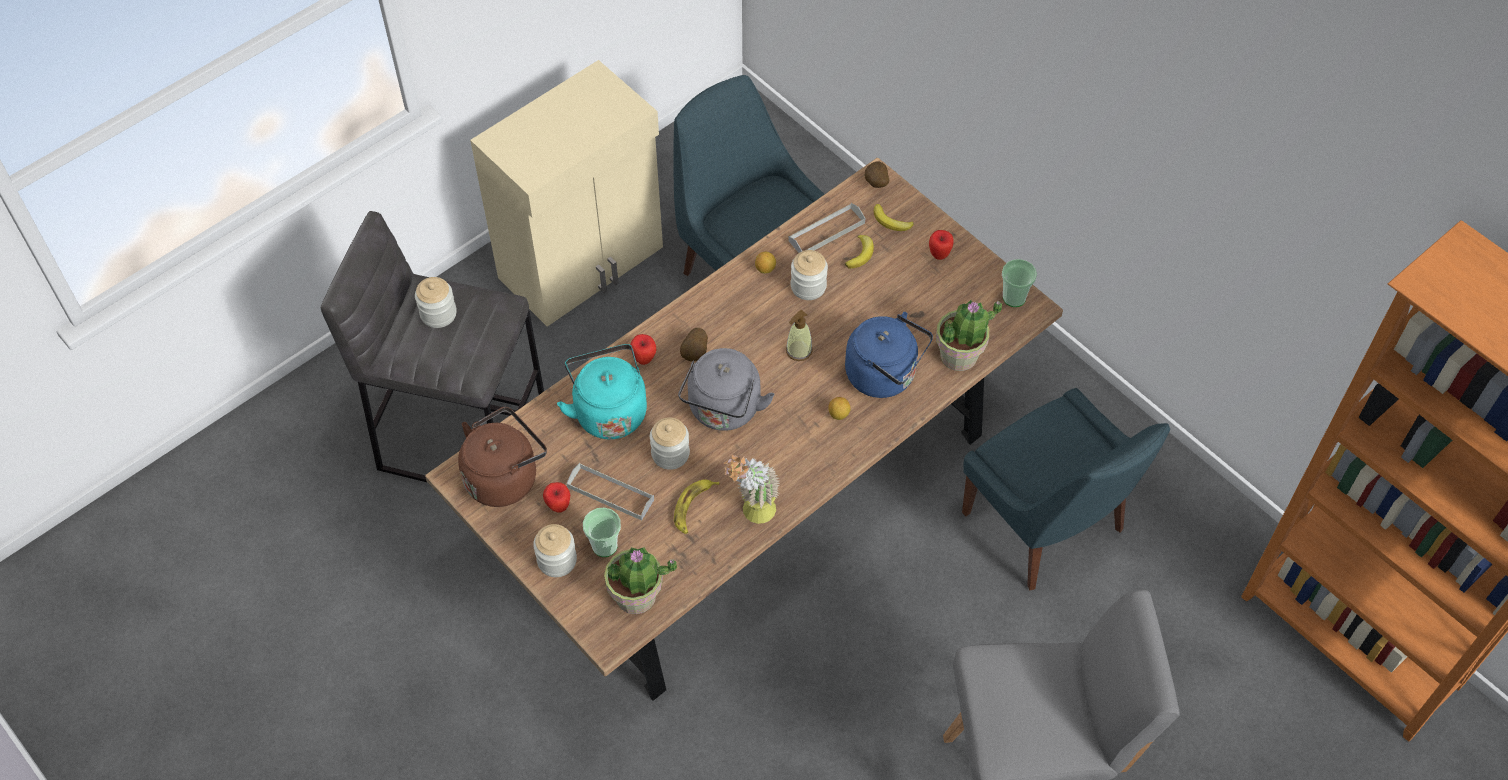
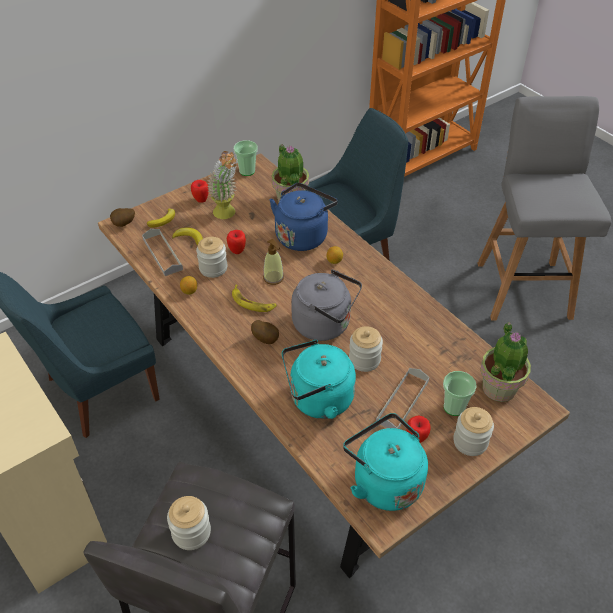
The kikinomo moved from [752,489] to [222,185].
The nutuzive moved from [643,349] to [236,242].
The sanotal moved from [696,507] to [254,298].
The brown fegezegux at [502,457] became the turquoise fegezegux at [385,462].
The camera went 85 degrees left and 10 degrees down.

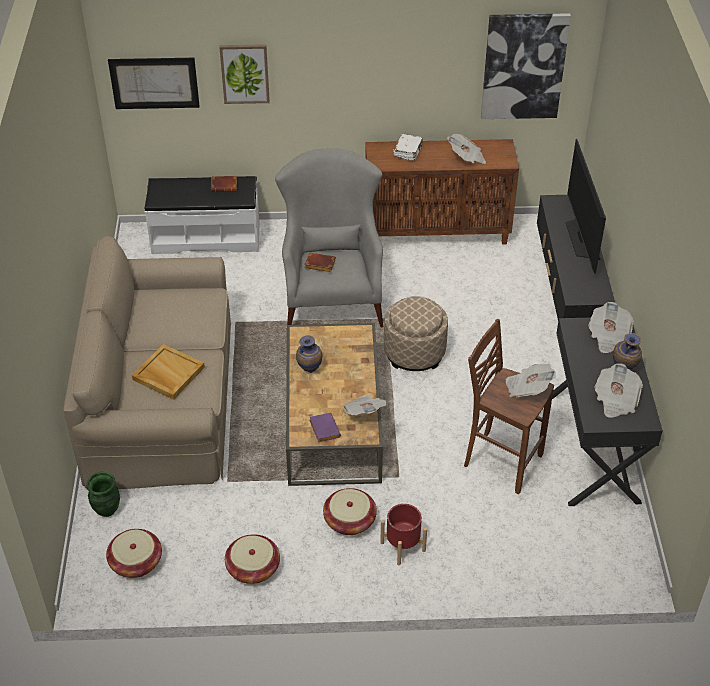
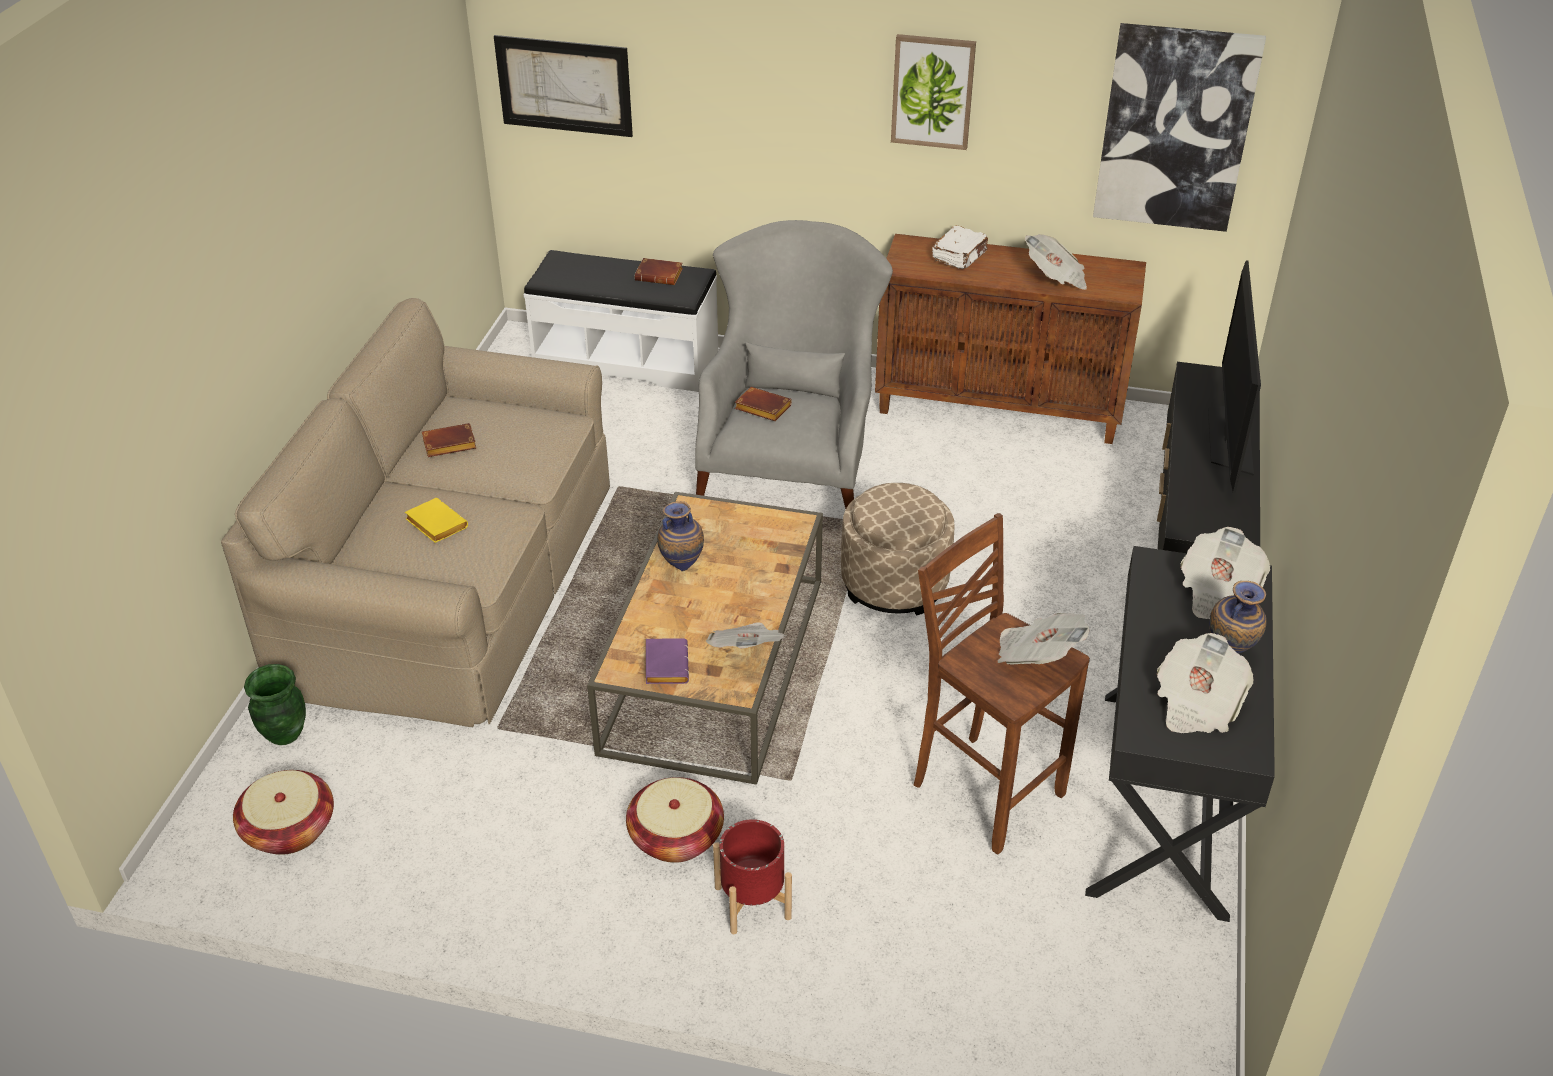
The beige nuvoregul at [168,372] was replaced by the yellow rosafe at [436,520].
The brown rosafe at [449,440] appeared.
The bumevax moved from [244,74] to [933,92].
The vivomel at [252,559] disappeared.
The camera went 15 degrees right and 5 degrees down.

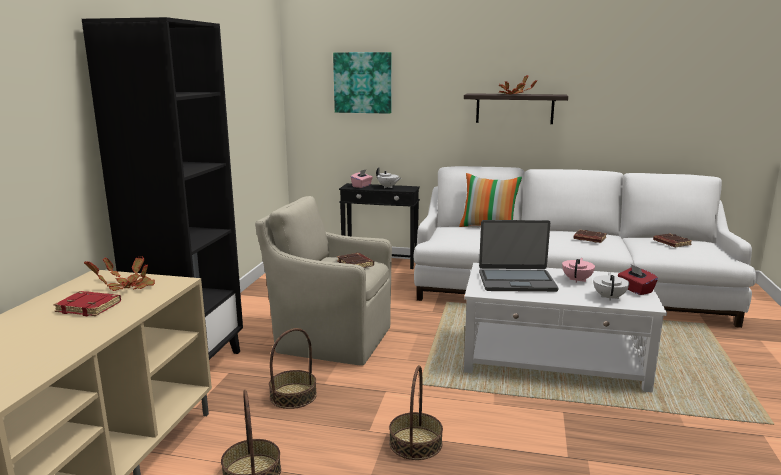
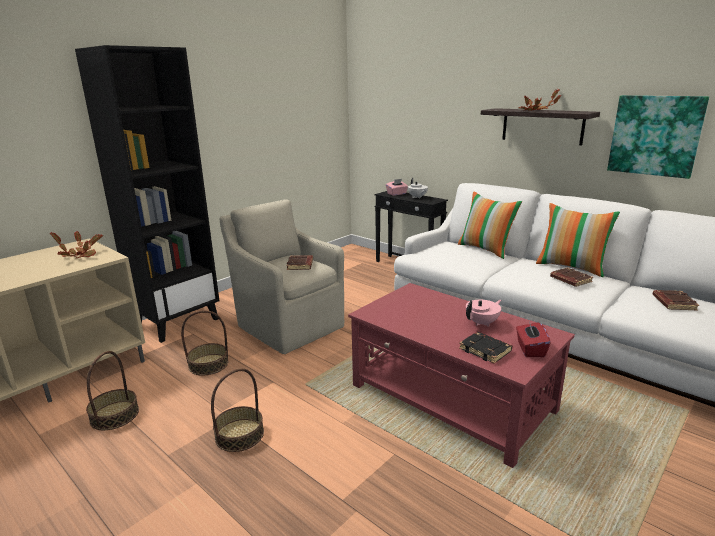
The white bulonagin at [565,328] became the red bulonagin at [461,375].
The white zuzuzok at [611,286] was replaced by the black rosafe at [485,348].
The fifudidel at [578,240] appeared.
The bumevax moved from [362,83] to [658,137].
The red rosafe at [87,303] disappeared.
The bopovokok at [519,256] disappeared.
The camera went 30 degrees right and 5 degrees up.

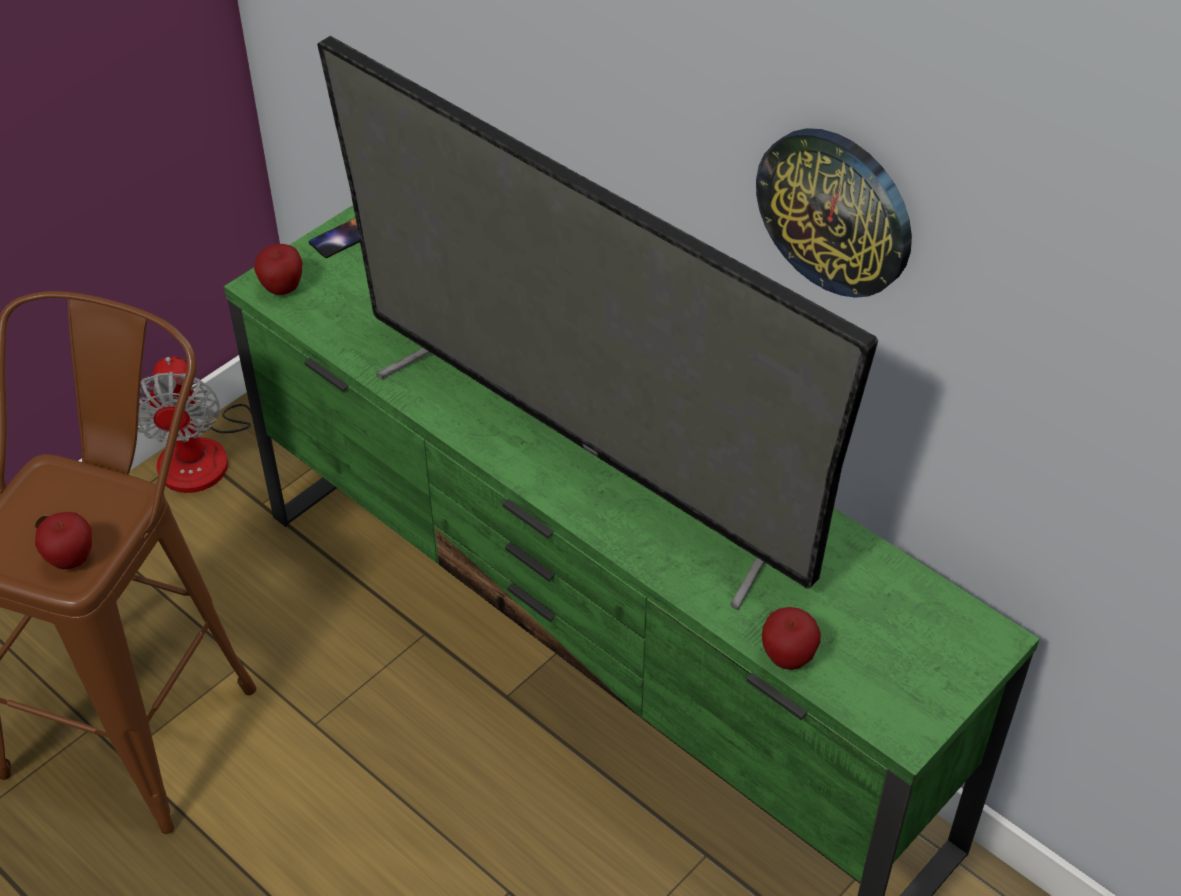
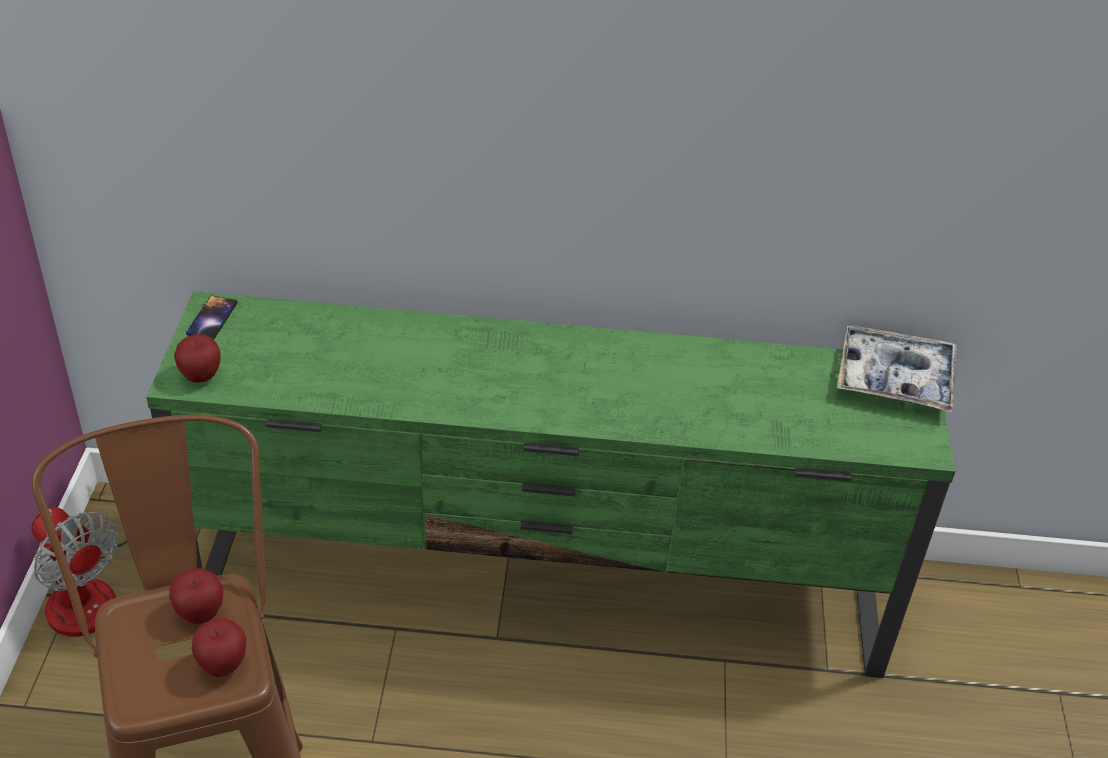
The nutuzive moved from [791,638] to [196,596].
The nuvoregul at [897,368] appeared.
The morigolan at [597,323] disappeared.
The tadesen at [834,213] disappeared.
The camera went 40 degrees left and 5 degrees down.

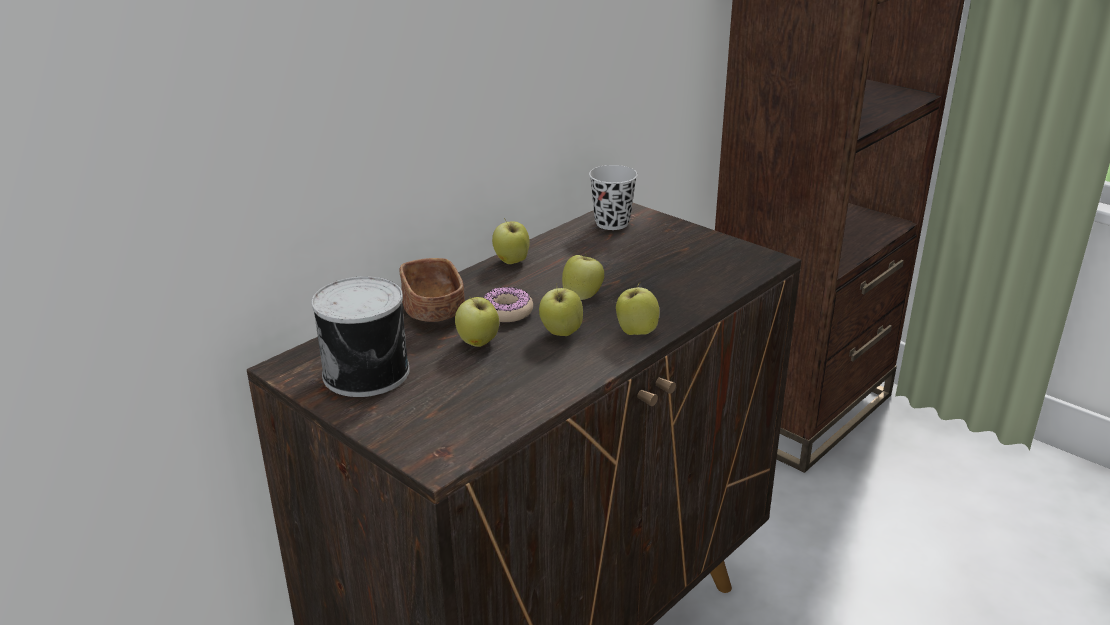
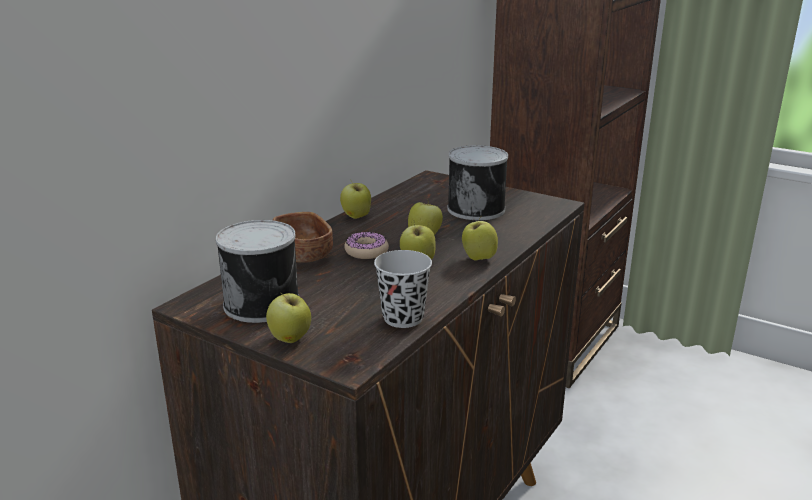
The nutuzive moved from [477,321] to [288,318].
The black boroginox moved from [613,197] to [403,289].
The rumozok at [477,182] appeared.
The camera went 10 degrees left and 5 degrees down.

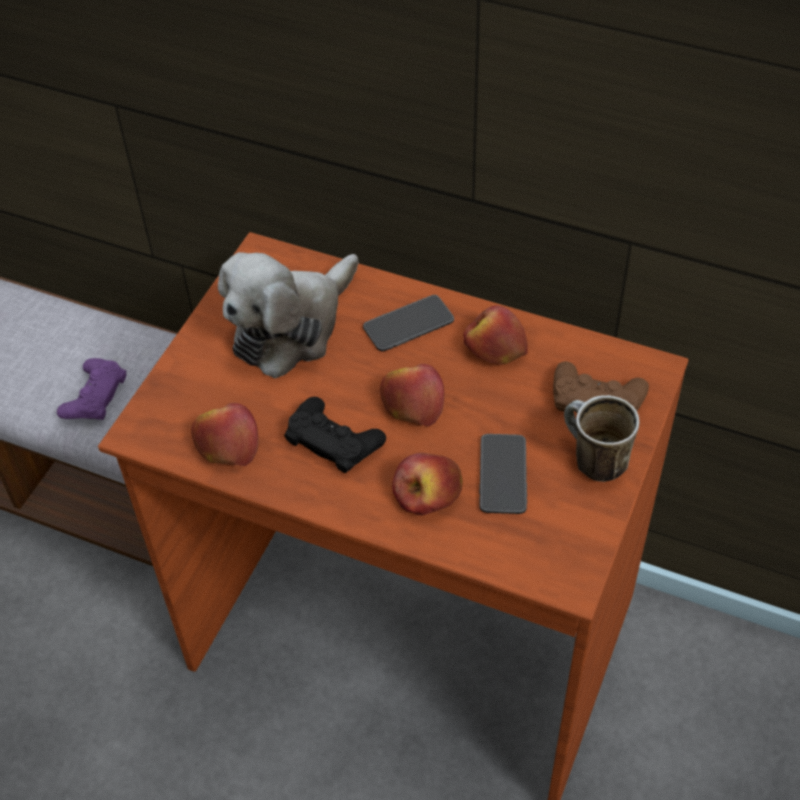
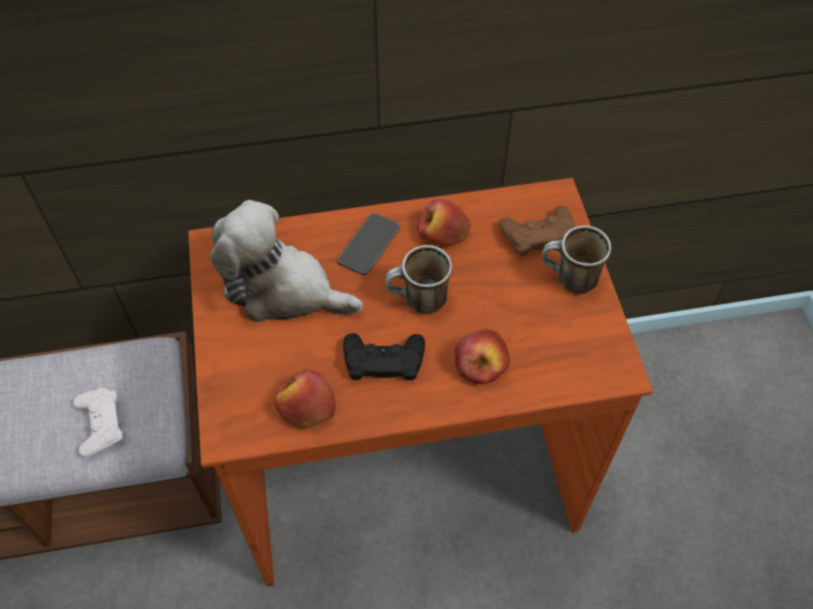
The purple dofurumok at [92,389] became the white dofurumok at [98,422].
The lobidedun at [288,315] turned 105 degrees clockwise.
The nutuzive at [412,395] was replaced by the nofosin at [418,279].
The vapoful at [503,474] disappeared.
The camera went 35 degrees left and 5 degrees up.

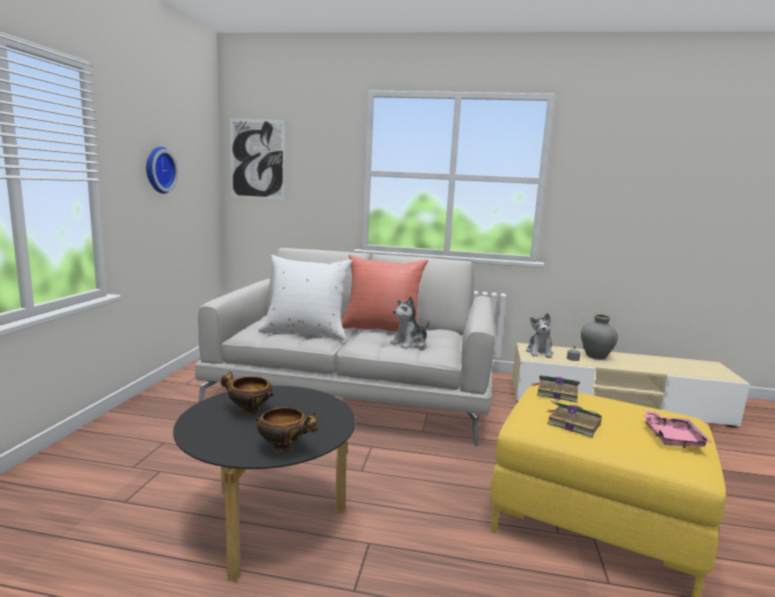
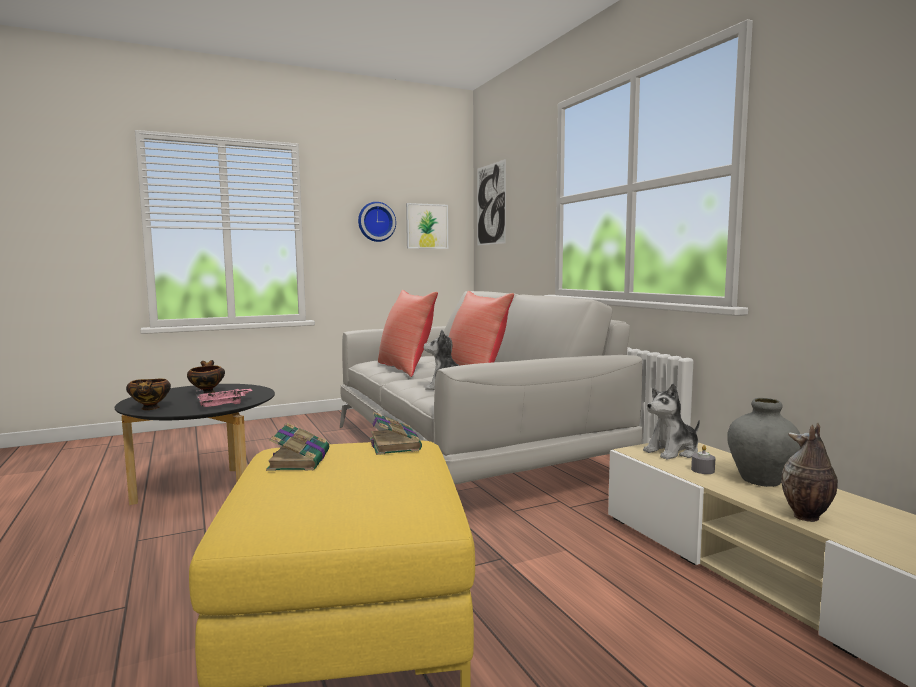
The pink nuvoregul moved from [677,429] to [224,397].
The white fifudidel at [305,297] became the red fifudidel at [408,333].
The bumevax at [427,226] appeared.
The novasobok at [809,472] appeared.
The camera went 55 degrees right and 5 degrees down.

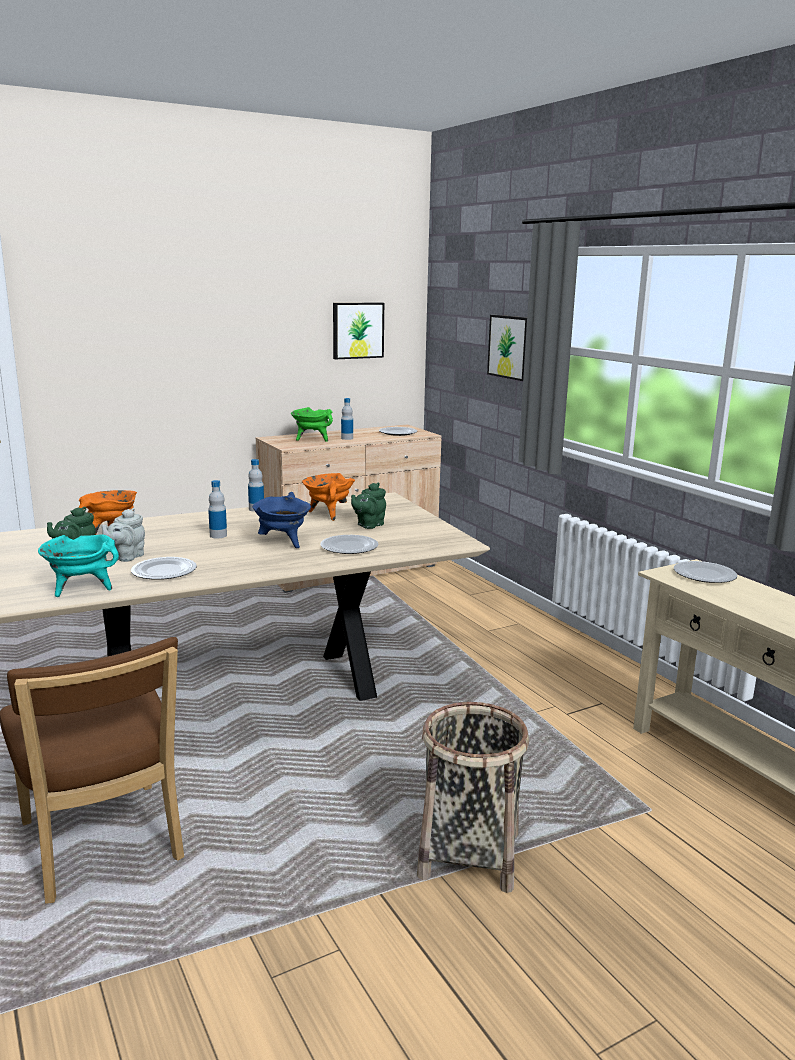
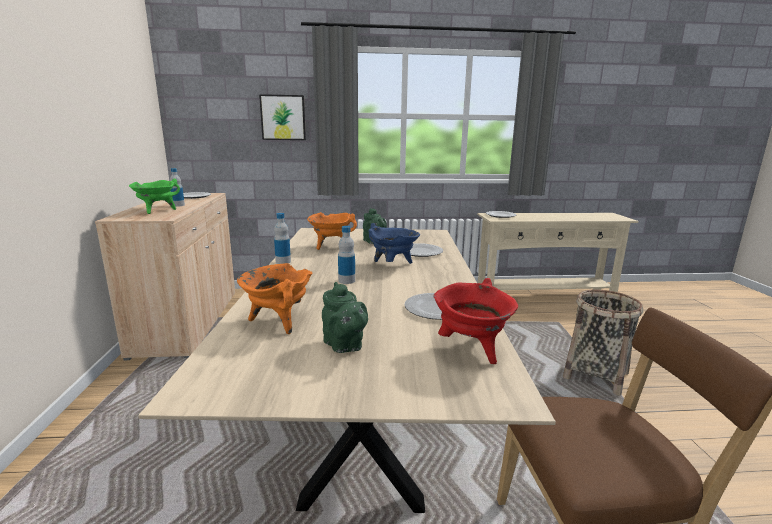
The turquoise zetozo at [78,565] became the red zetozo at [475,321].
The grey zuzuzok at [123,535] disappeared.
The bumevax at [358,331] disappeared.
The camera went 65 degrees left and 0 degrees up.

